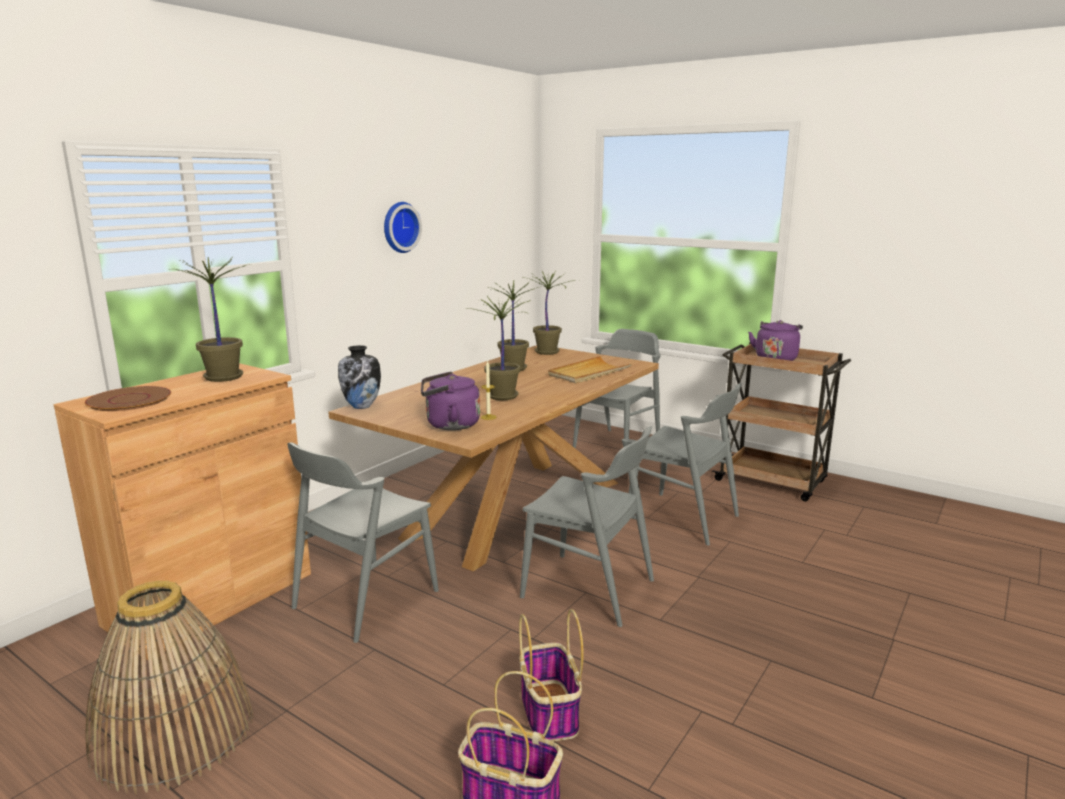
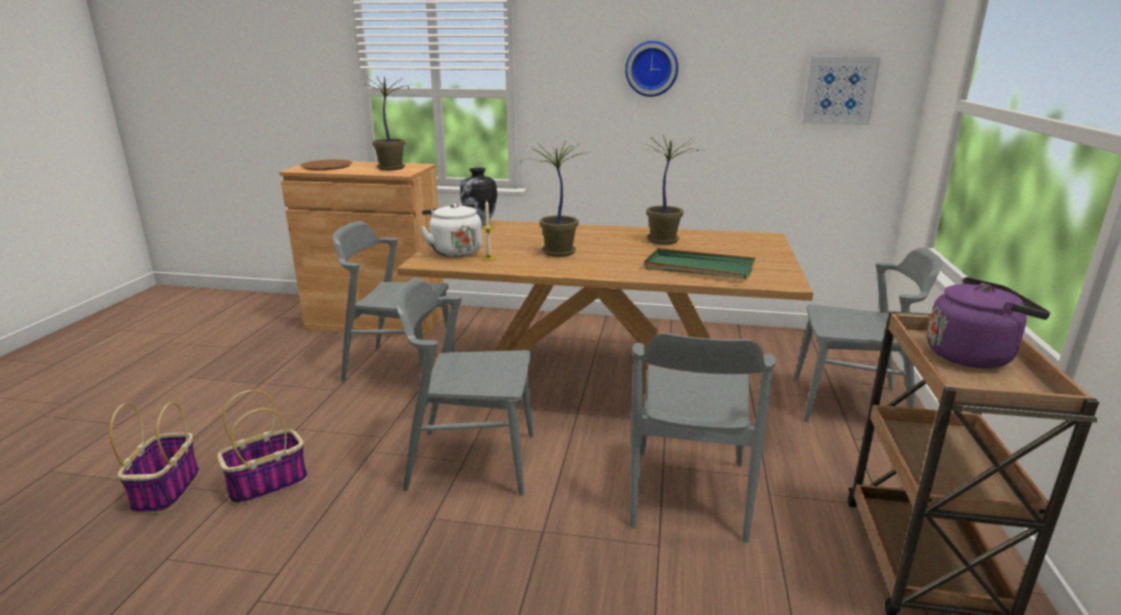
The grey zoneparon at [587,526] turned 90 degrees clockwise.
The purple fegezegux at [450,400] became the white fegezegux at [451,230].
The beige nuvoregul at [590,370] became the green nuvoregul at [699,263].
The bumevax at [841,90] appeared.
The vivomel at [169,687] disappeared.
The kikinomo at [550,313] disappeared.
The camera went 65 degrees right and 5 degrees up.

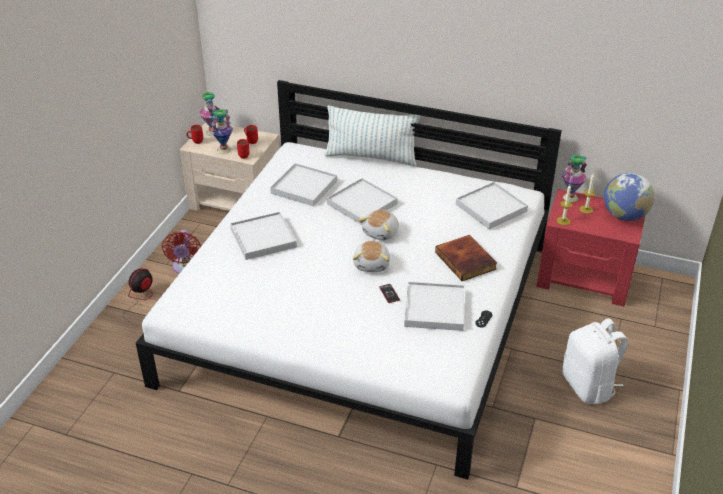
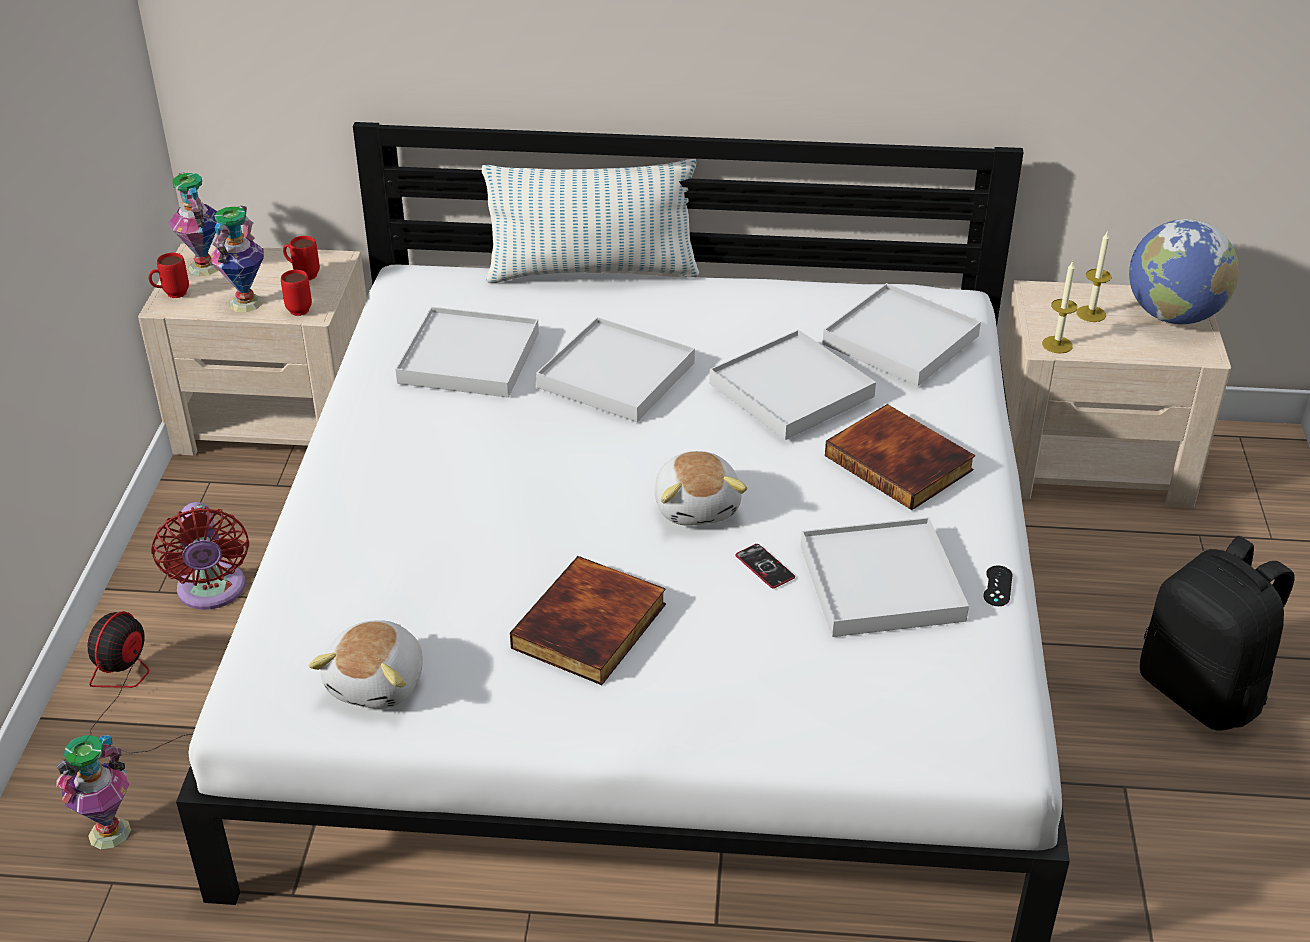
The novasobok moved from [574,178] to [93,792].
The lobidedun moved from [378,225] to [366,664].
The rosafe at [588,620] appeared.
The white nuvoregul moved from [263,236] to [792,385].
The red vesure at [591,247] became the beige vesure at [1116,394].
The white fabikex at [595,361] became the black fabikex at [1217,633].
The camera went 15 degrees left and 0 degrees up.

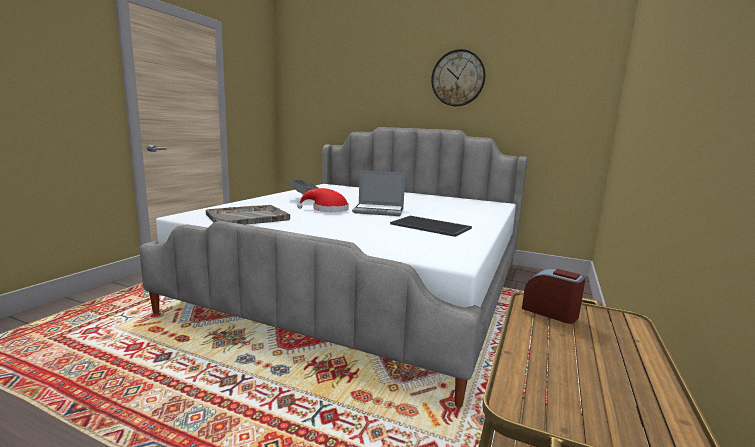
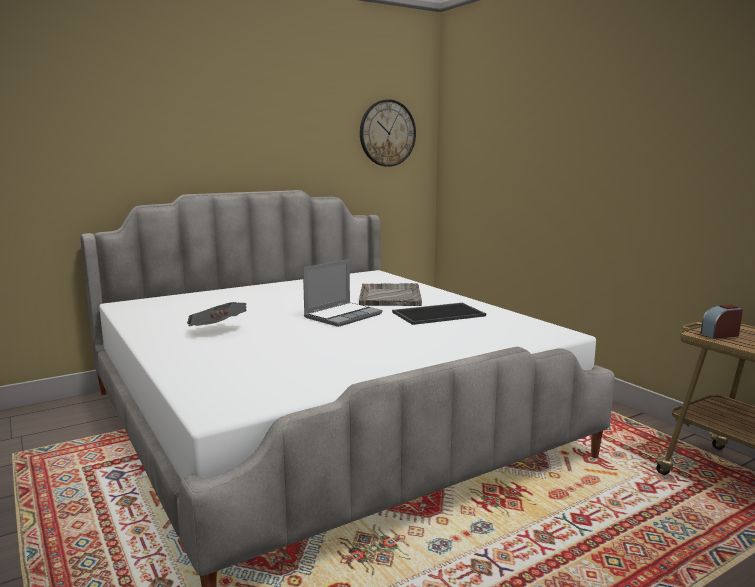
The grey nuvoregul moved from [248,215] to [390,294].
The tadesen moved from [458,77] to [388,133].
The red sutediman at [323,200] disappeared.
The camera went 55 degrees left and 0 degrees up.

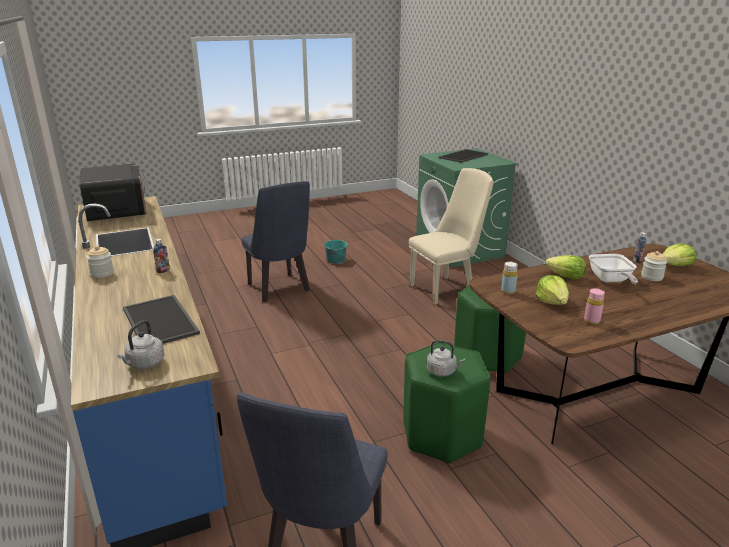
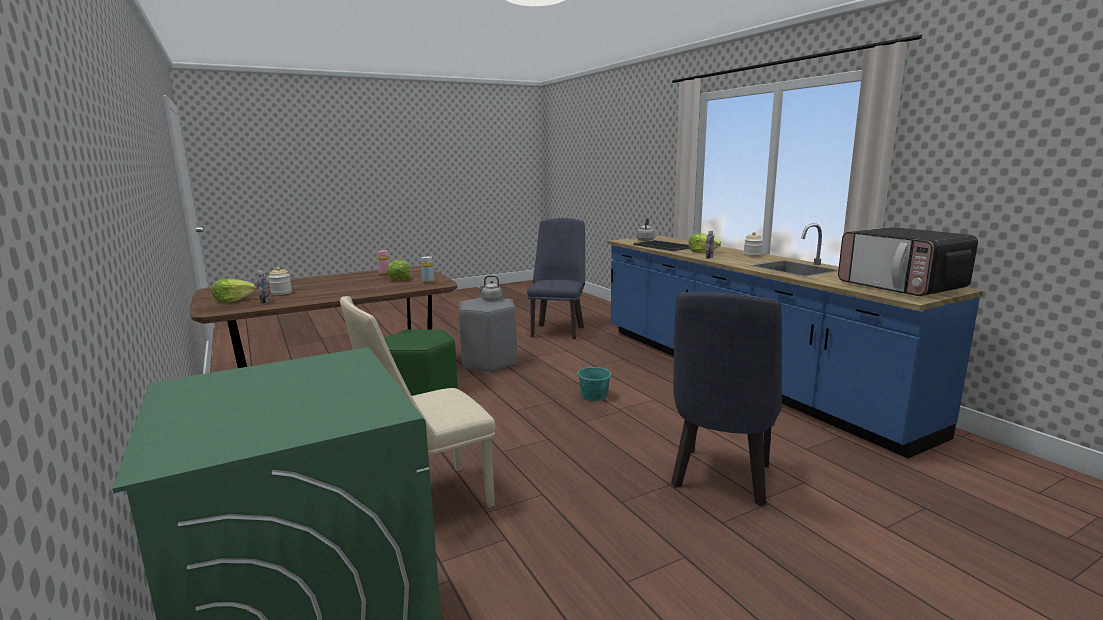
The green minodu at [446,403] became the grey minodu at [488,335].
The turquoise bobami moved from [336,248] to [594,378].
The blue zoneparon at [275,241] turned 120 degrees counterclockwise.
The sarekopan moved from [565,267] to [705,243].
The nuvoregul at [463,156] disappeared.
The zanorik at [613,269] disappeared.
The camera went 175 degrees right and 10 degrees down.

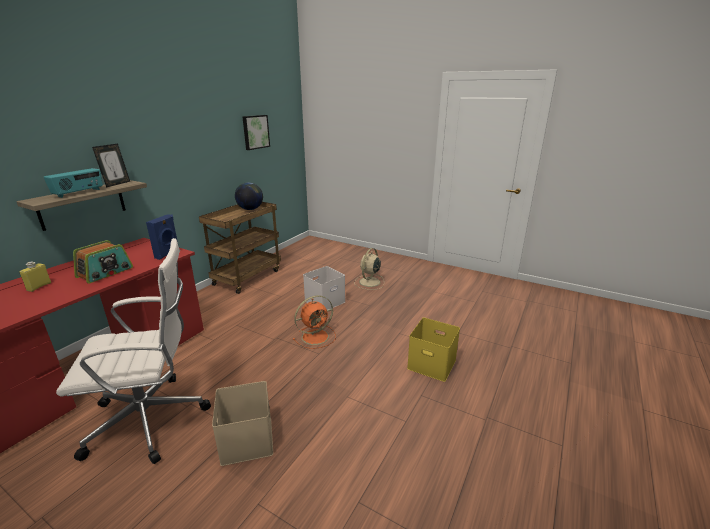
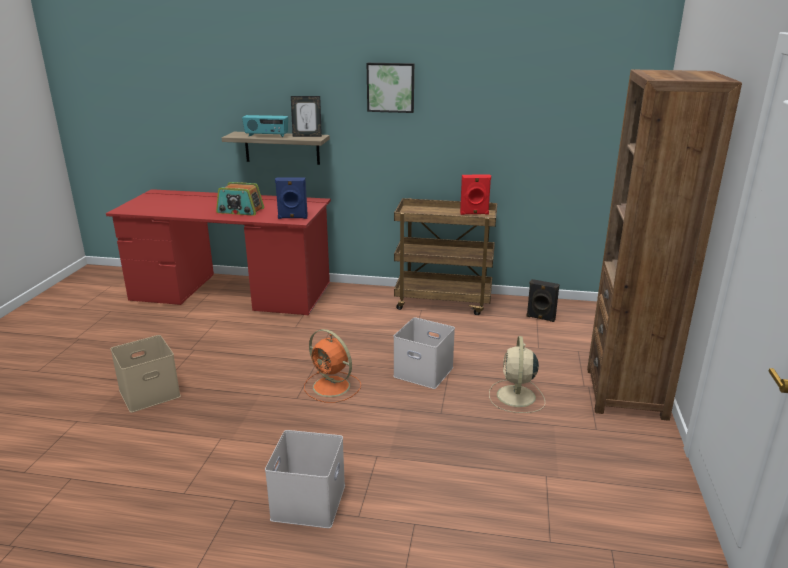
The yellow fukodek at [433,350] became the white fukodek at [305,479].
The bumevax moved from [256,132] to [390,88].
The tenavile at [249,196] was replaced by the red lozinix at [475,194].
The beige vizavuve at [369,269] turned 90 degrees counterclockwise.
The black lozinix at [543,300] appeared.
The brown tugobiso at [664,245] appeared.
The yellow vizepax at [35,276] disappeared.
The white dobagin at [133,351] disappeared.
The camera went 70 degrees right and 0 degrees up.

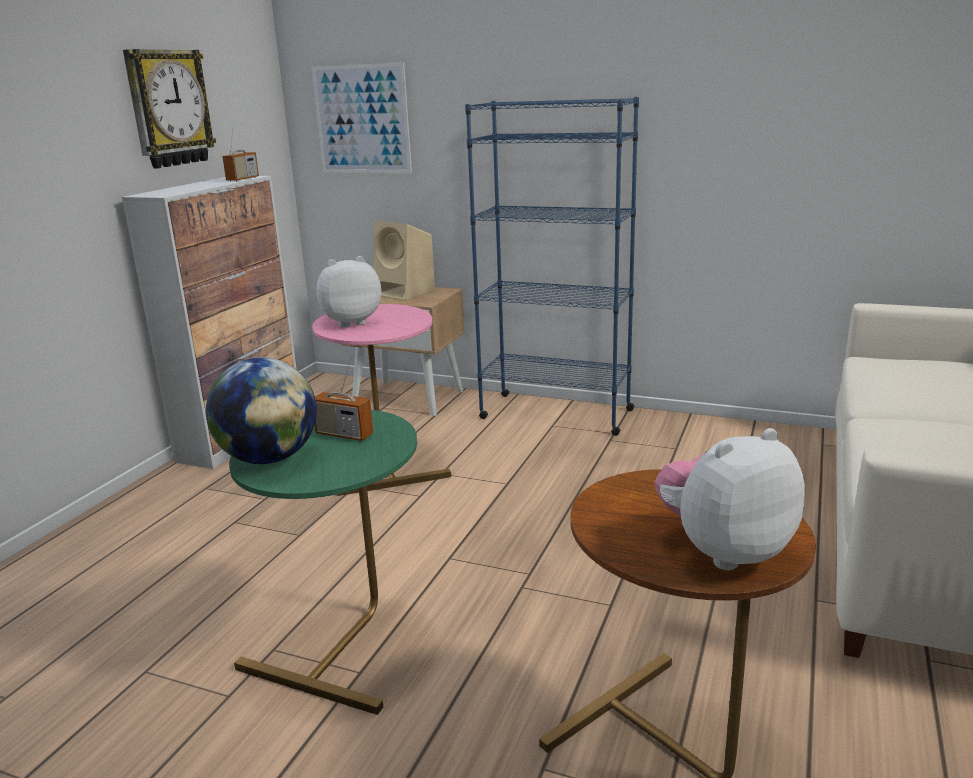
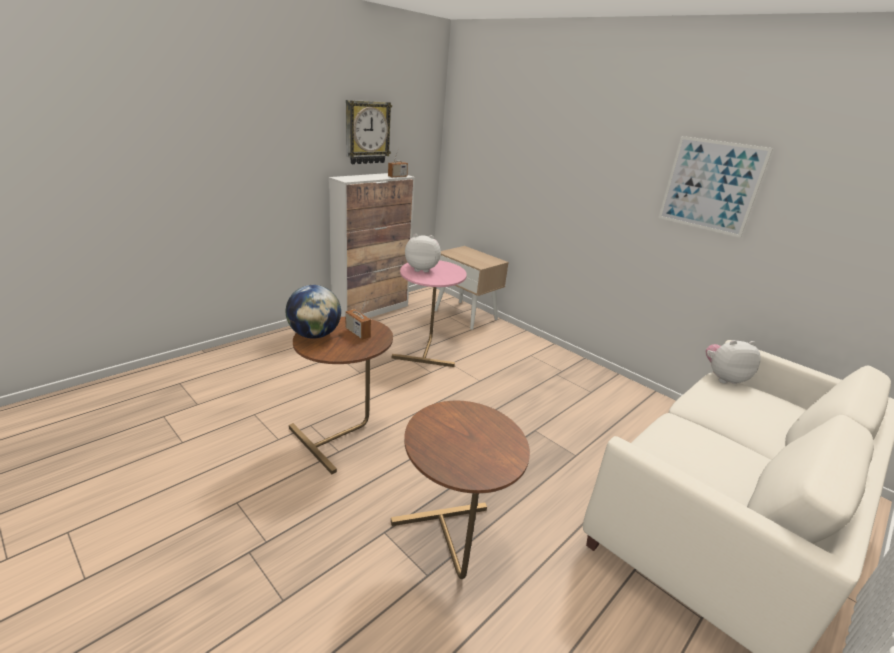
The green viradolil at [323,562] became the brown viradolil at [341,395].
The bumevax moved from [362,117] to [715,187].
The lobidedun moved from [730,499] to [733,362].
The beige lozinix at [404,260] disappeared.
The blue tugobiso at [552,266] disappeared.
The camera went 20 degrees right and 5 degrees up.

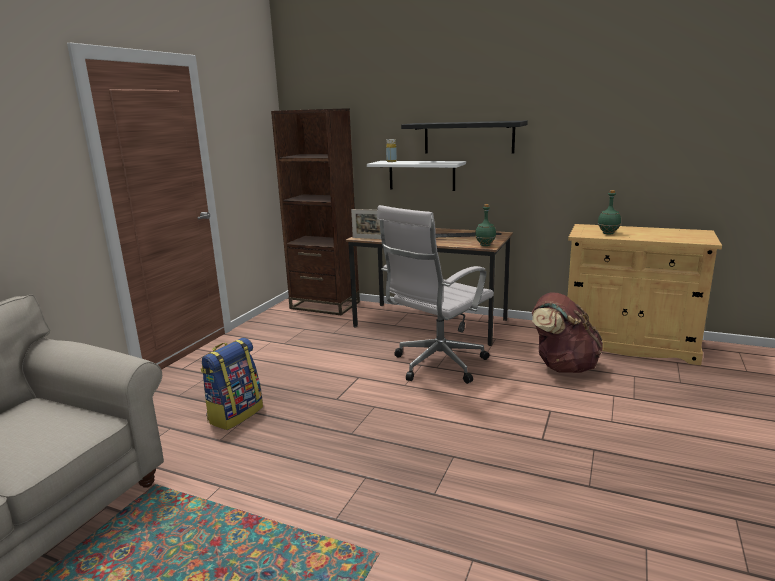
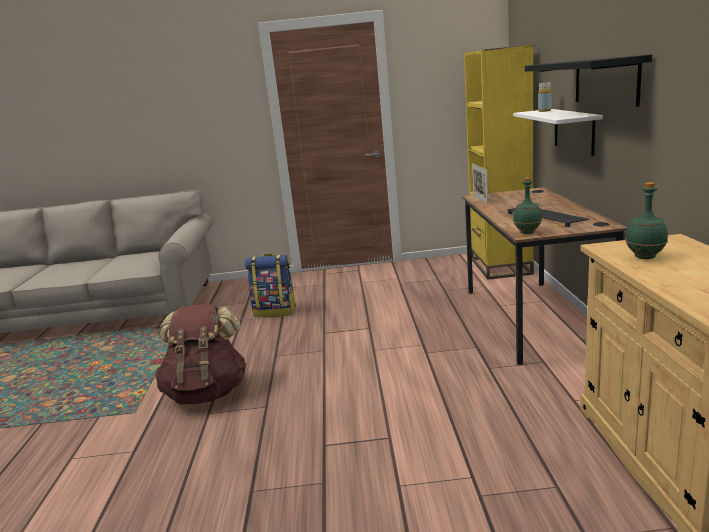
The brown fabikex moved from [567,332] to [201,354].
The brown tugobiso at [315,211] became the yellow tugobiso at [499,161].
The white dobagin at [435,294] disappeared.
The camera went 65 degrees right and 0 degrees up.

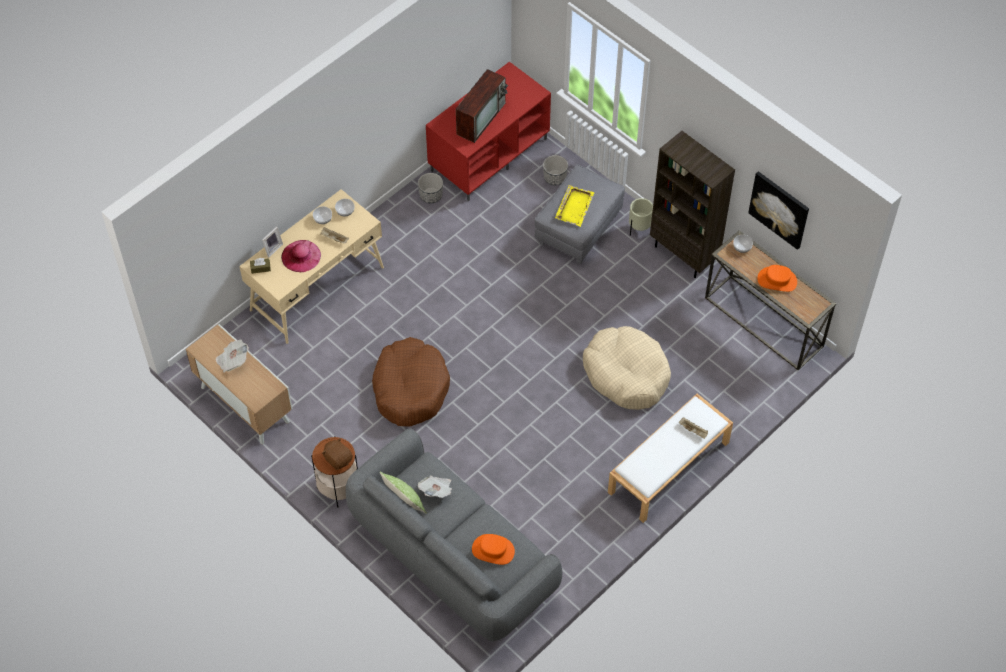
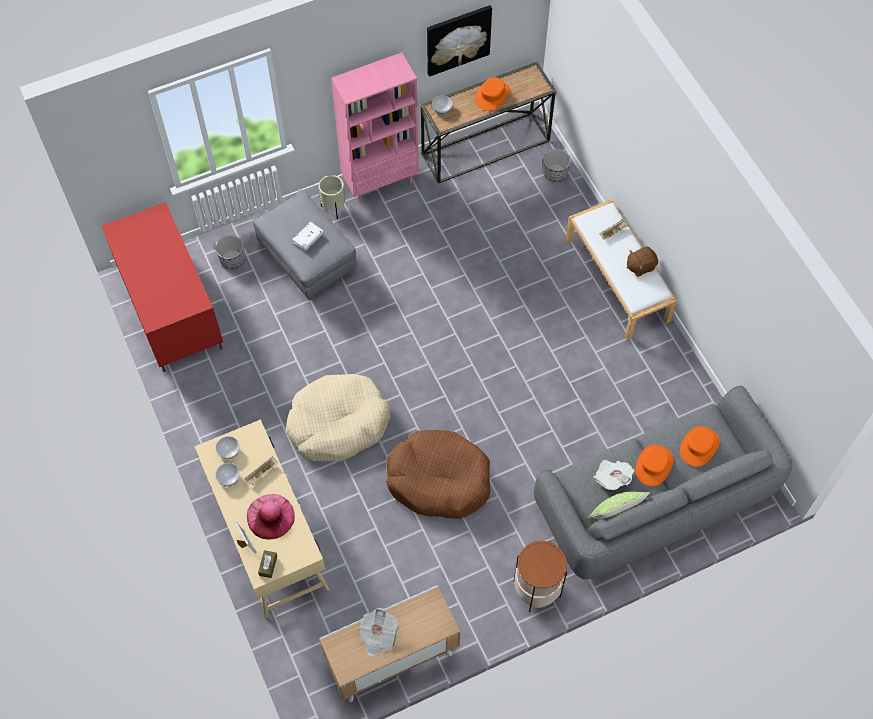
The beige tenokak moved from [627,368] to [338,417].
The yellow nuvoregul at [575,206] was replaced by the white rosafe at [308,236].
The brown tugobiso at [692,204] became the pink tugobiso at [375,127].
The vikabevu moved from [430,188] to [557,165].
The brown lobidedun moved from [337,454] to [642,262].
The orange sutediman at [654,465] appeared.
The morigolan at [482,106] disappeared.
The camera went 70 degrees left and 5 degrees up.

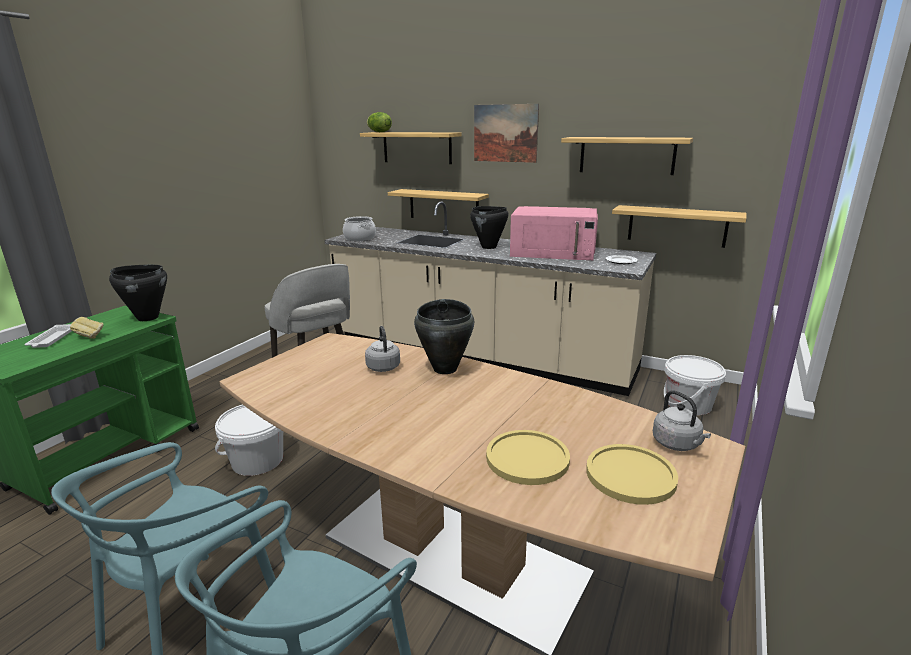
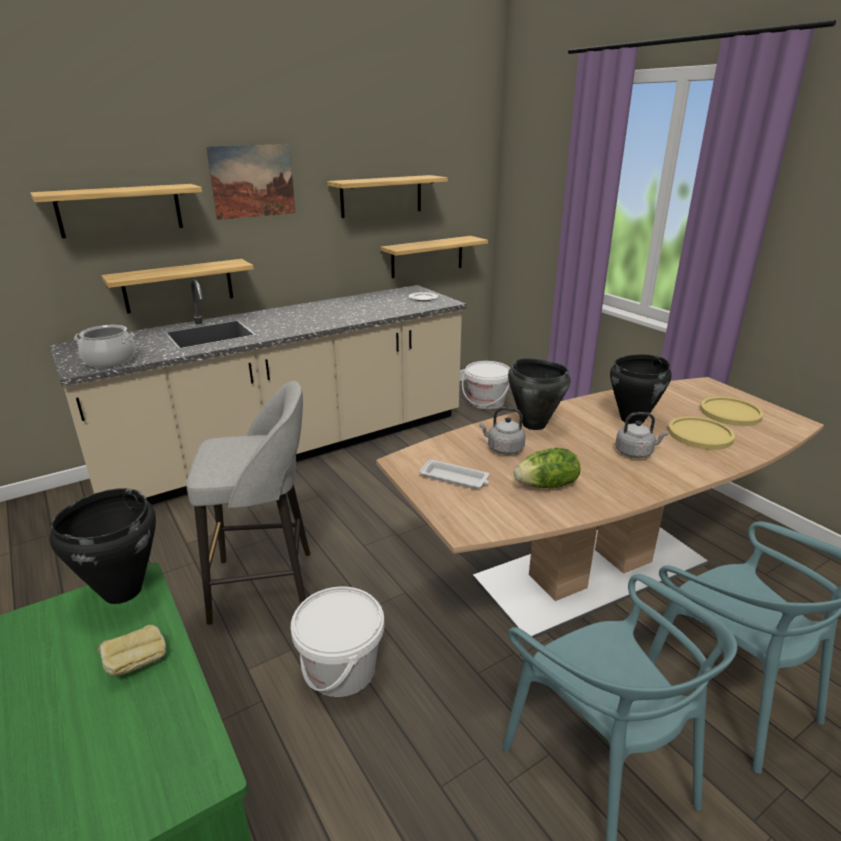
The white nuvoregul moved from [48,336] to [454,474].
The sarekopan moved from [379,122] to [547,468].
The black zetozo moved from [489,227] to [641,389].
The grey fegezegux moved from [682,420] to [641,435].
The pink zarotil at [554,233] disappeared.
The camera went 60 degrees left and 5 degrees up.

